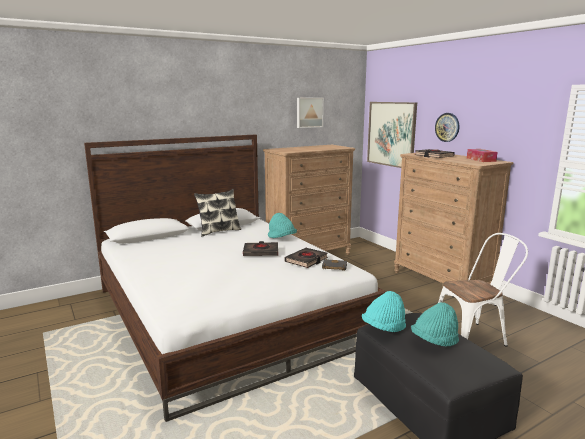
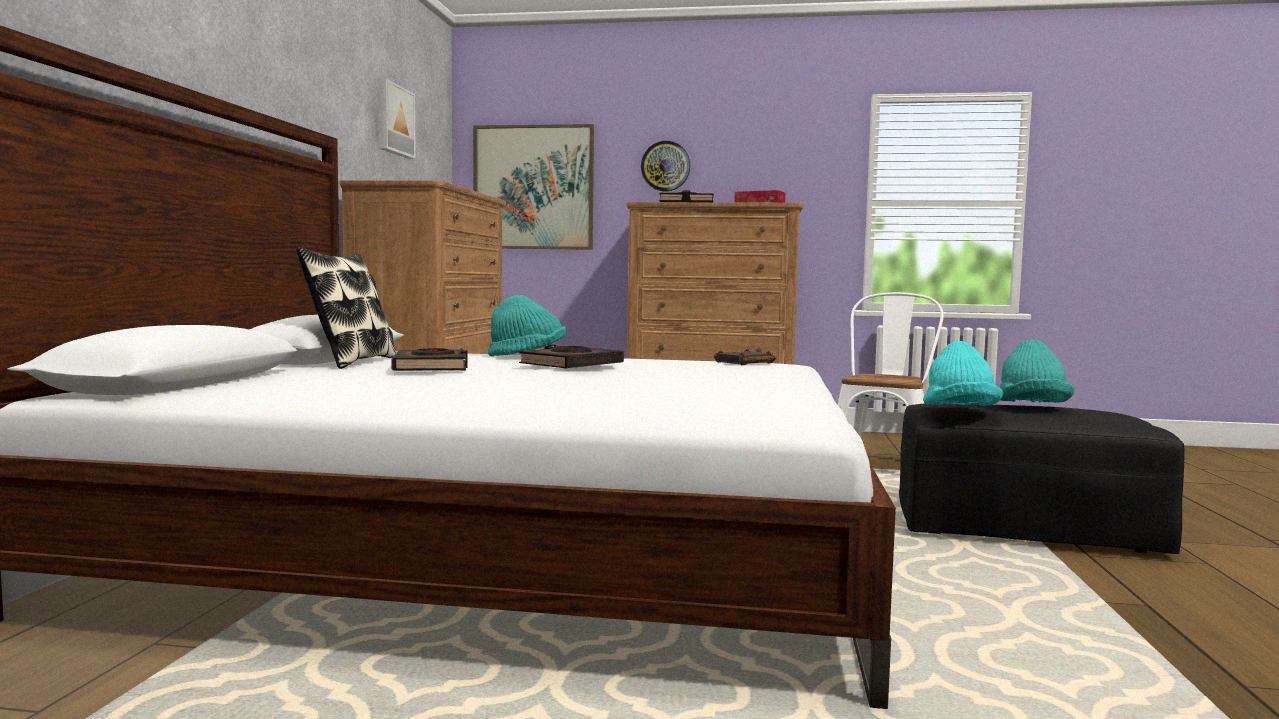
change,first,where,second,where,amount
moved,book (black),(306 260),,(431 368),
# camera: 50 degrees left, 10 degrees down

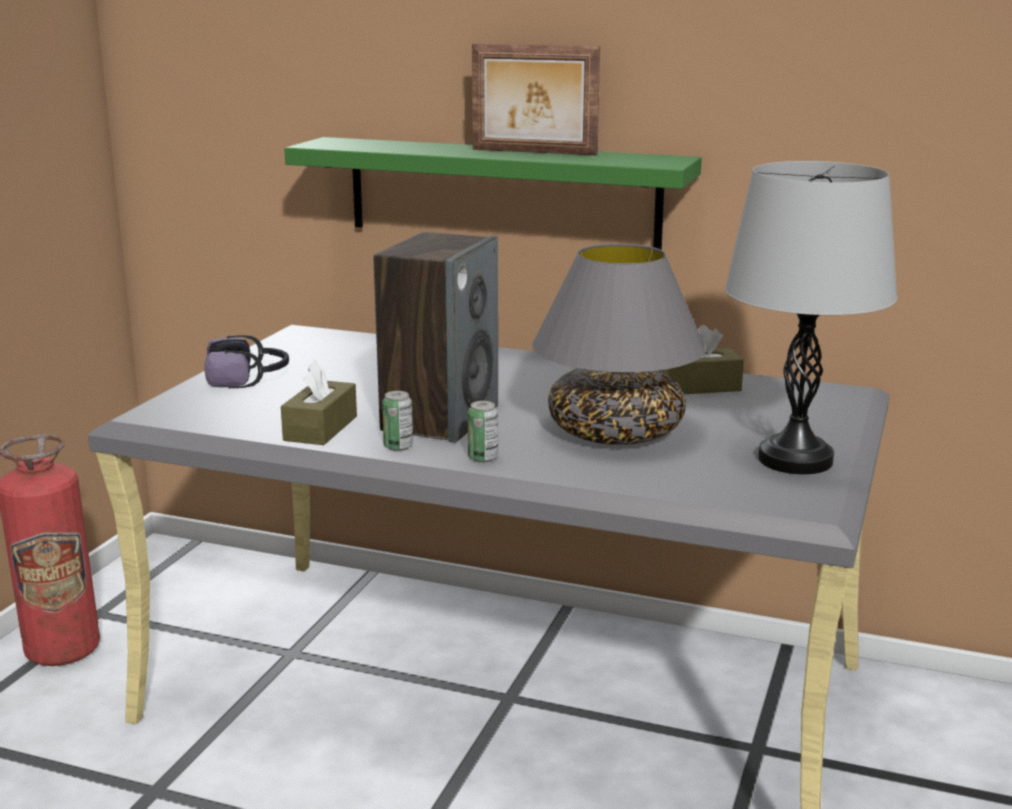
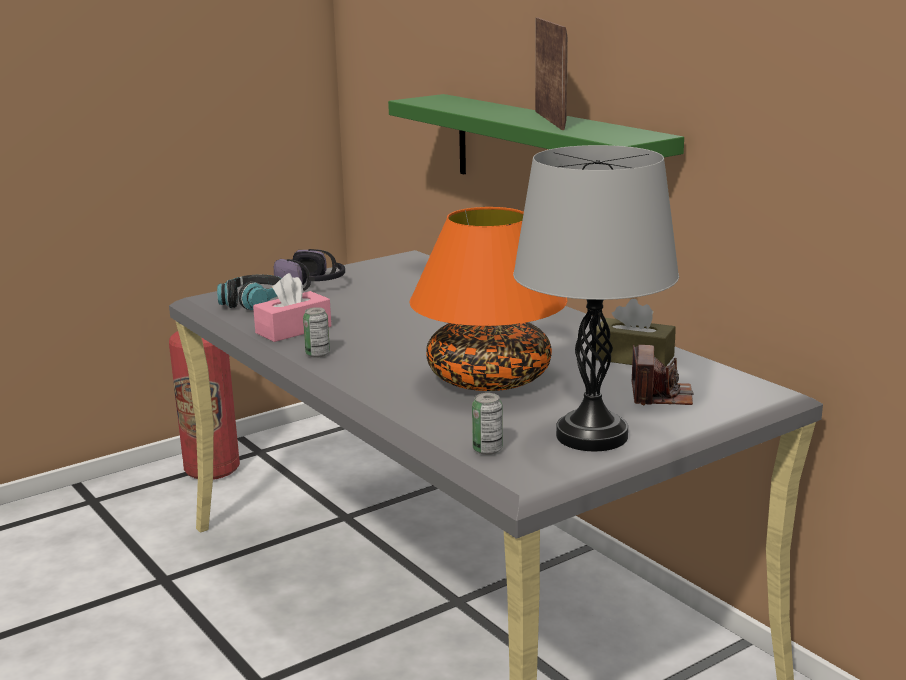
change,first,where,second,where,amount
added,,,headphones,(253 302),
recoloured,tissue box (brown),(320 428),tissue box (pink),(293 330),
recoloured,table lamp (grey),(616 433),table lamp (orange),(489 380),
moved,can,(483 458),,(487 450),
turned,picture frame,(533 152),,(551 120),150 degrees counterclockwise
added,,,photo camera,(661 396),
removed,speaker,(440 418),,,
# camera: 35 degrees right, 0 degrees up

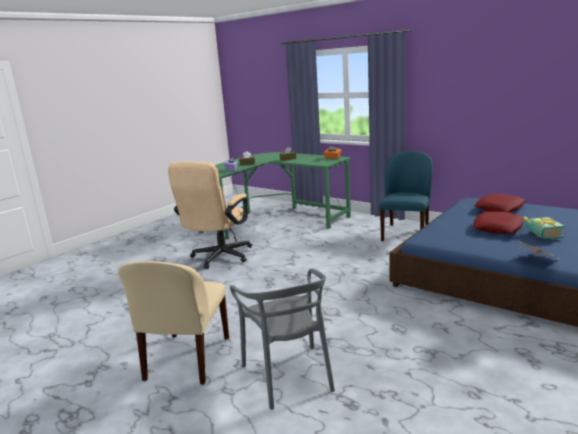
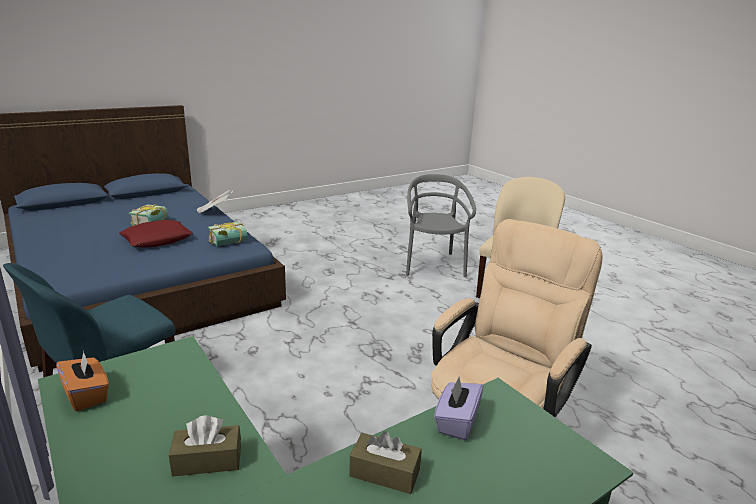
change,first,where,second,where,amount
added,,,book,(229 243),
removed,pillow (red),(499 208),,,
# camera: 165 degrees left, 5 degrees up

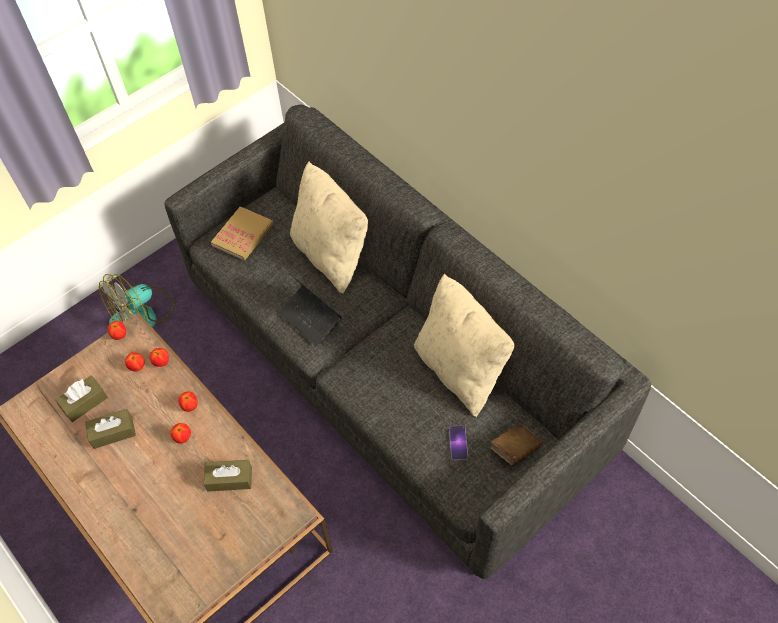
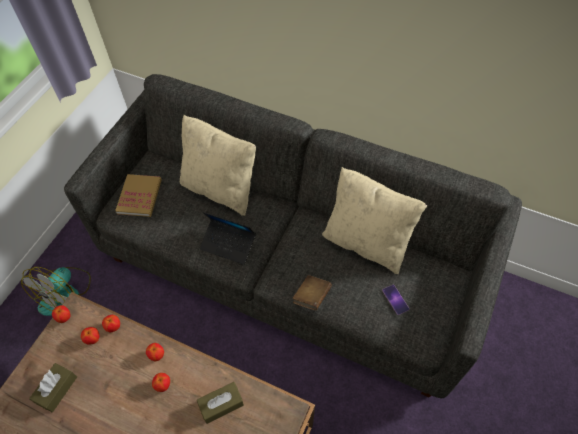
change,first,where,second,where,amount
moved,book (brown),(515 449),,(311 297),
removed,tissue box (brown),(113 432),,,
# camera: 25 degrees left, 0 degrees up

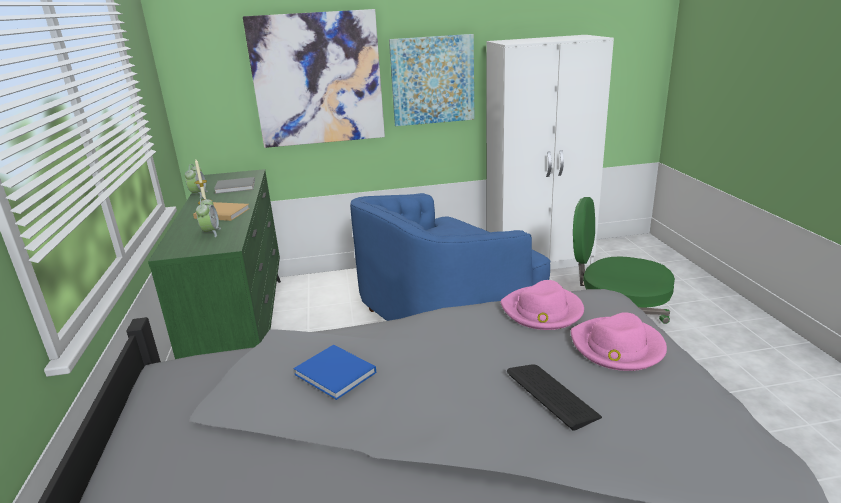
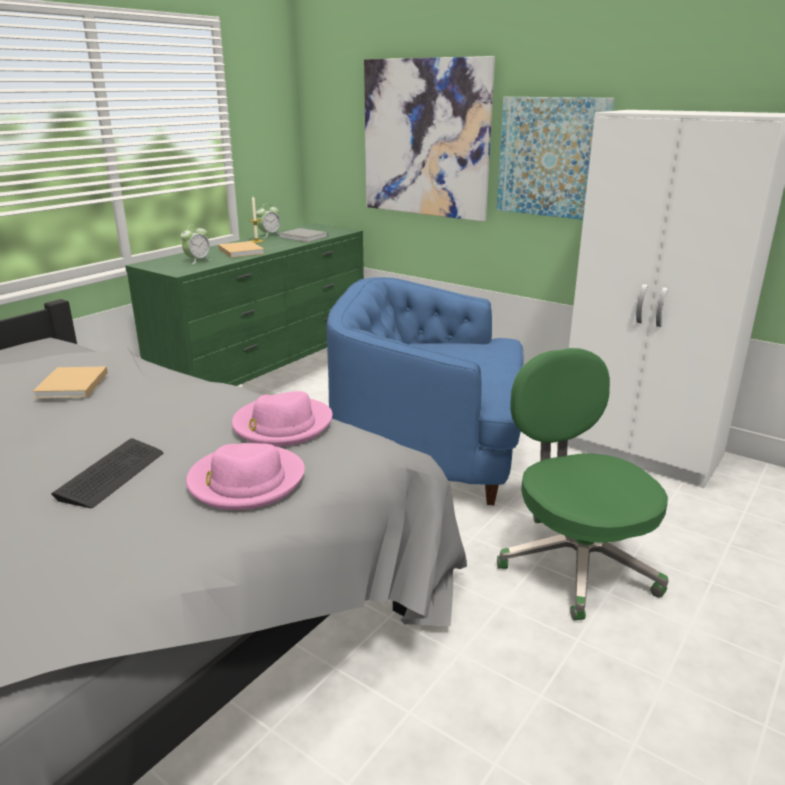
change,first,where,second,where,amount
recoloured,book (blue),(336 374),book (beige),(71 386),
# camera: 45 degrees right, 0 degrees up

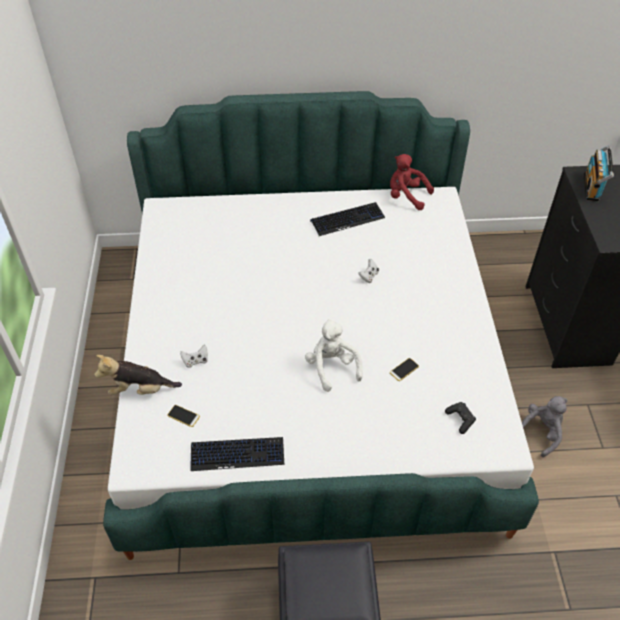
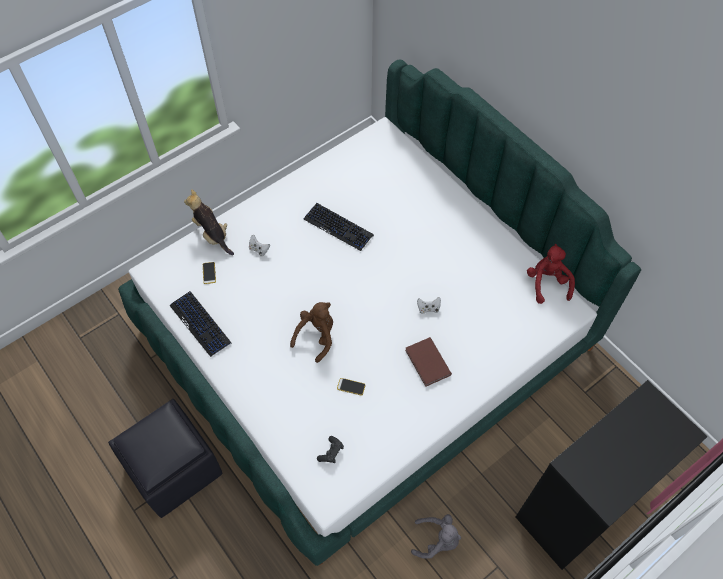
change,first,where,second,where,amount
recoloured,plush toy (white),(332 367),plush toy (brown),(316 337),
moved,keyboard,(347 220),,(338 227),
added,,,book (brown),(427 363),
removed,radio,(593 187),,,
# camera: 55 degrees right, 10 degrees up

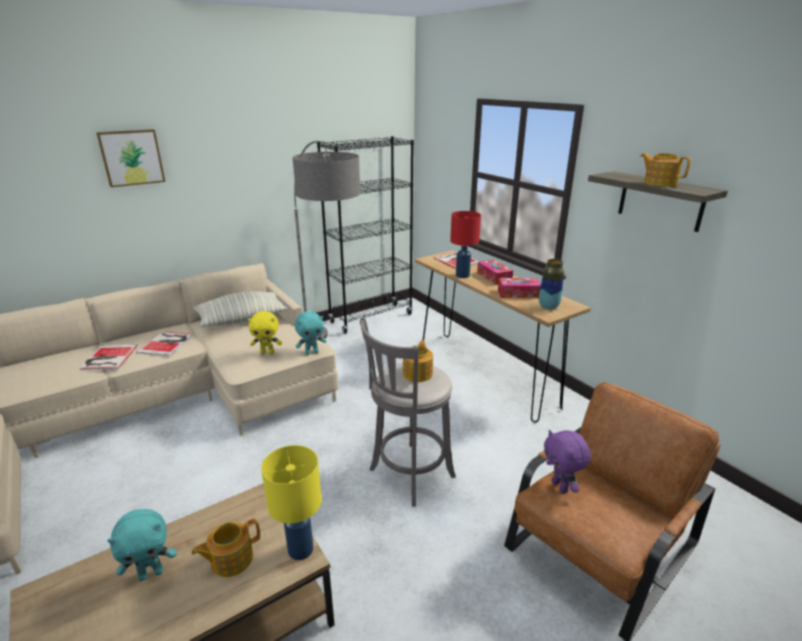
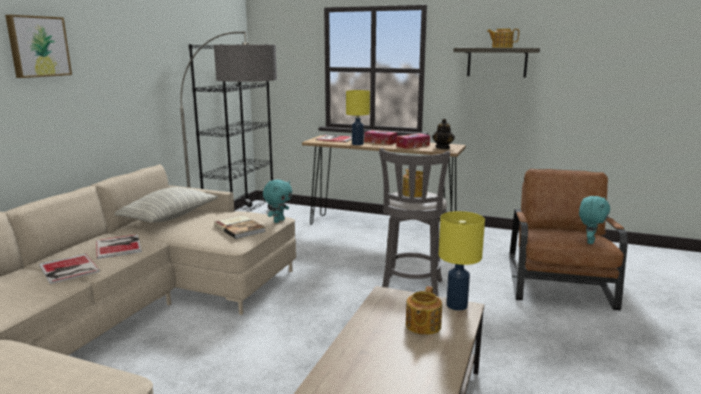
change,first,where,second,where,amount
replaced,plush toy (yellow),(267 352),book,(240 228),
recoloured,table lamp (red),(462 275),table lamp (yellow),(357 144),
replaced,vase,(548 307),teapot,(443 148),
moved,plush toy (turquoise),(151 573),,(589 241),
removed,plush toy (purple),(560 487),,,
# camera: 35 degrees left, 10 degrees down

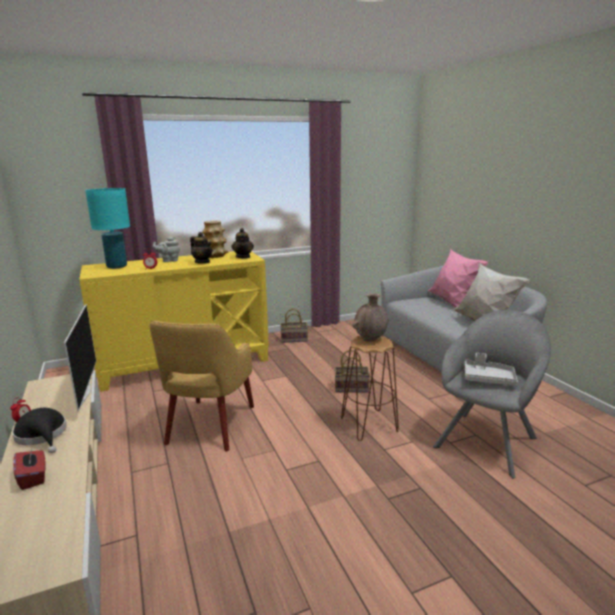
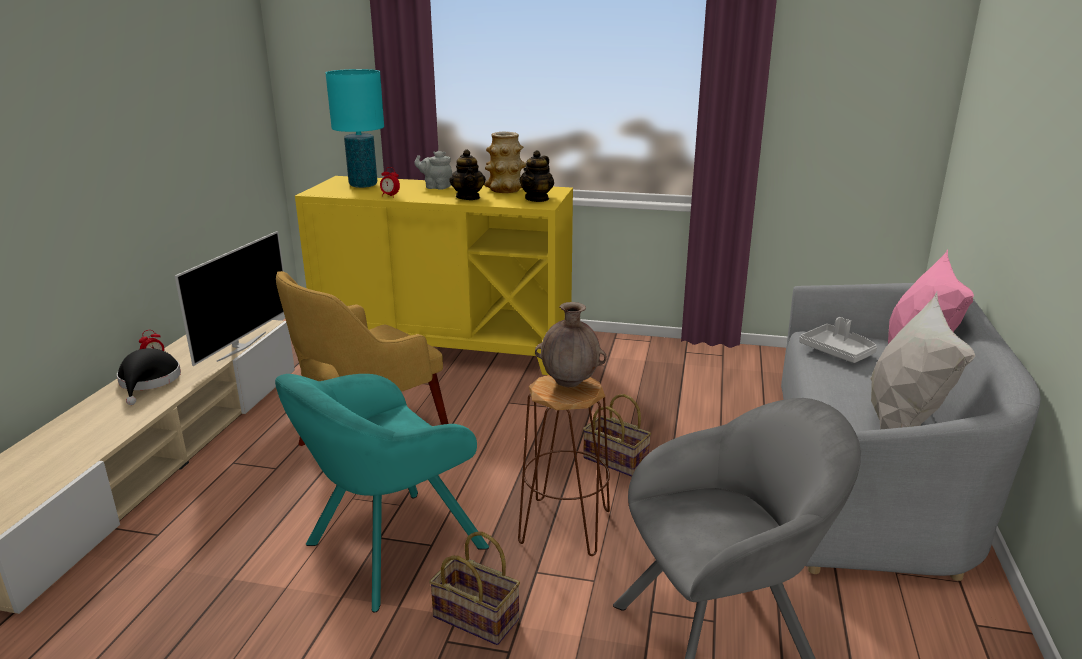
change,first,where,second,where,amount
added,,,armchair (turquoise),(388 550),
moved,basket,(294 339),,(478 617),
moved,tray (grey),(488 379),,(837 351),
removed,tissue box (red),(33 477),,,
# camera: 35 degrees right, 5 degrees up

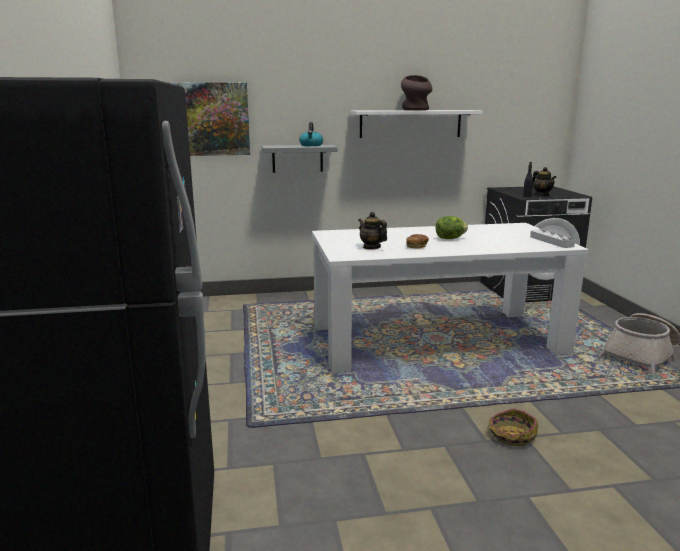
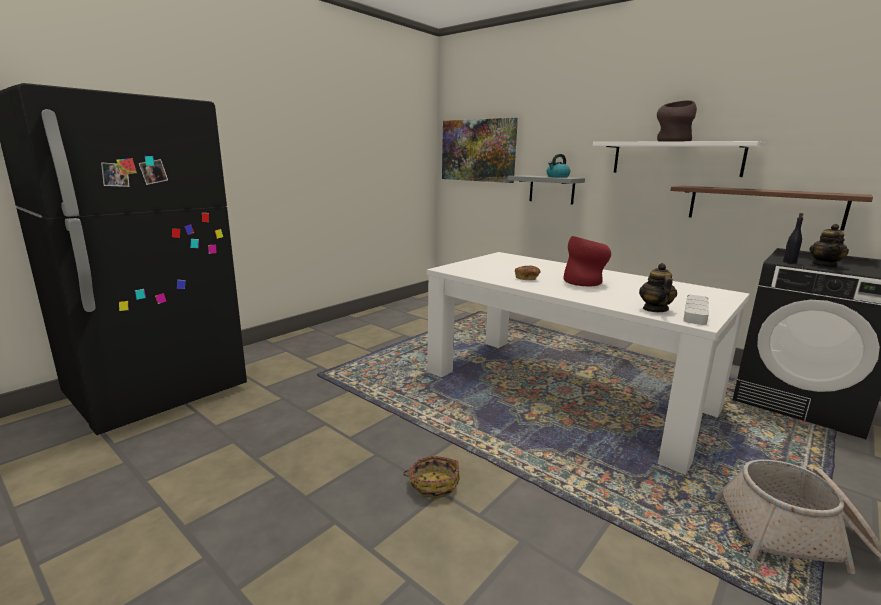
change,first,where,second,where,amount
replaced,lettuce,(450 239),vase (red),(585 282),
moved,teapot,(371 247),,(655 309),
added,,,shelf (brown),(763 206),
# camera: 50 degrees right, 0 degrees up

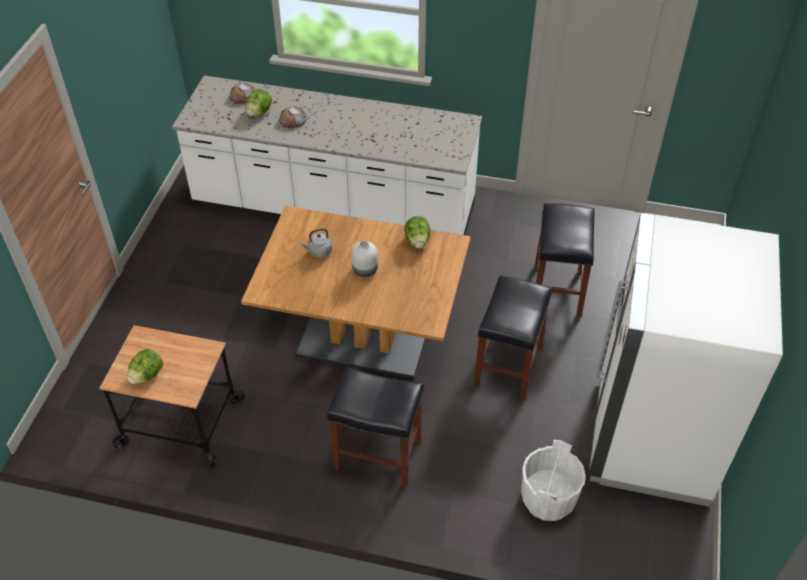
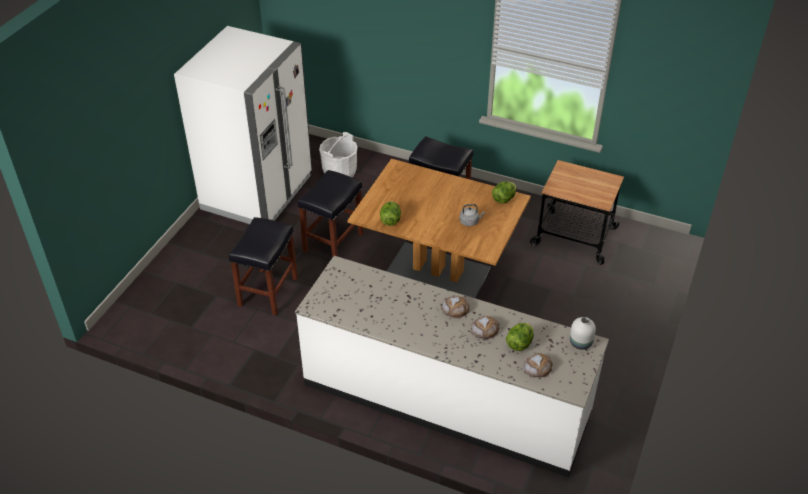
change,first,where,second,where,amount
added,,,bread,(455 309),
moved,lettuce,(147 375),,(503 199),
moved,vase (white),(365 270),,(580 342),
# camera: 170 degrees left, 5 degrees down

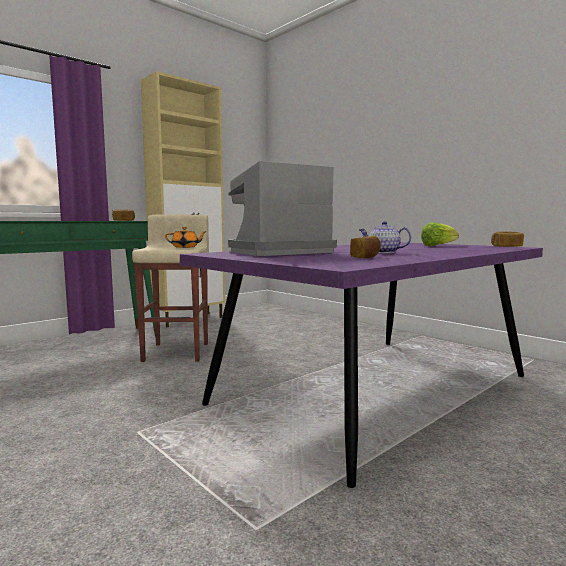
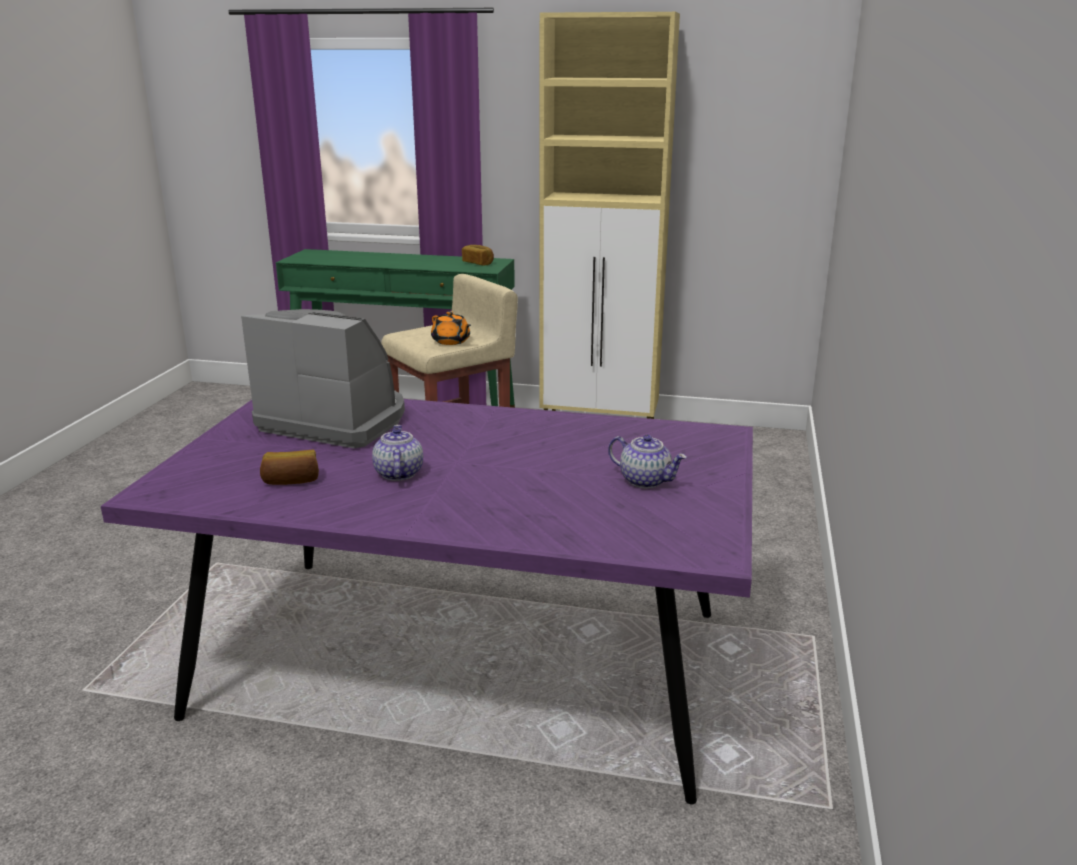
change,first,where,second,where,amount
replaced,lettuce,(438 246),teapot,(646 480),
removed,bread,(506 246),,,
# camera: 55 degrees right, 15 degrees up

